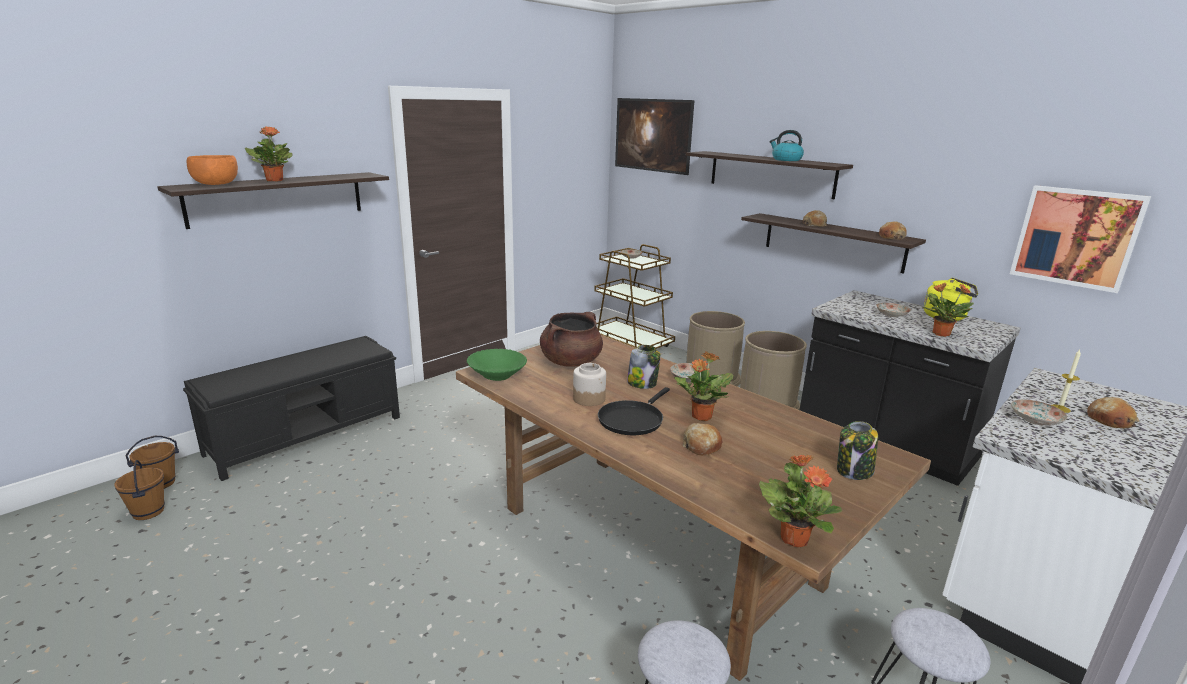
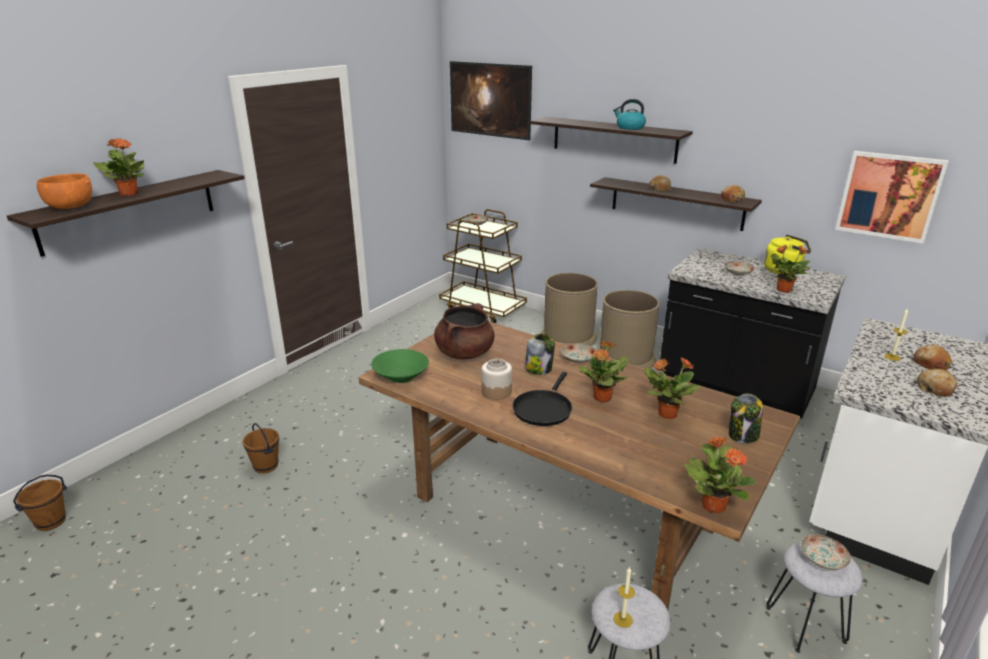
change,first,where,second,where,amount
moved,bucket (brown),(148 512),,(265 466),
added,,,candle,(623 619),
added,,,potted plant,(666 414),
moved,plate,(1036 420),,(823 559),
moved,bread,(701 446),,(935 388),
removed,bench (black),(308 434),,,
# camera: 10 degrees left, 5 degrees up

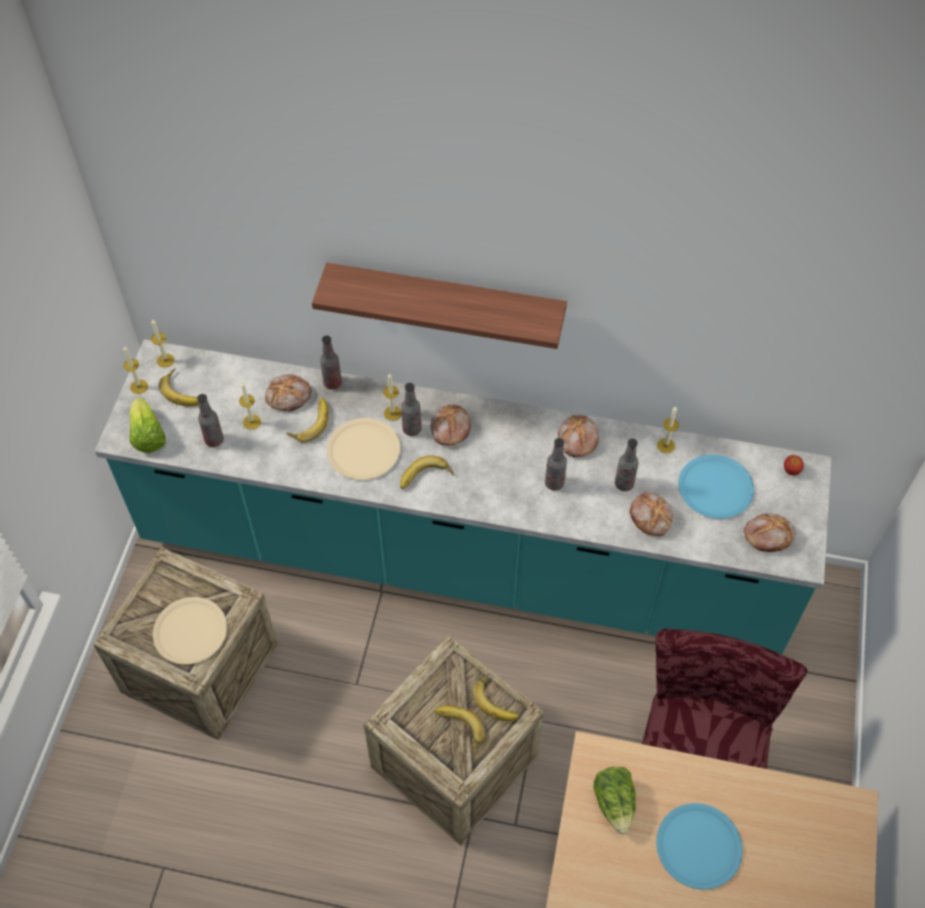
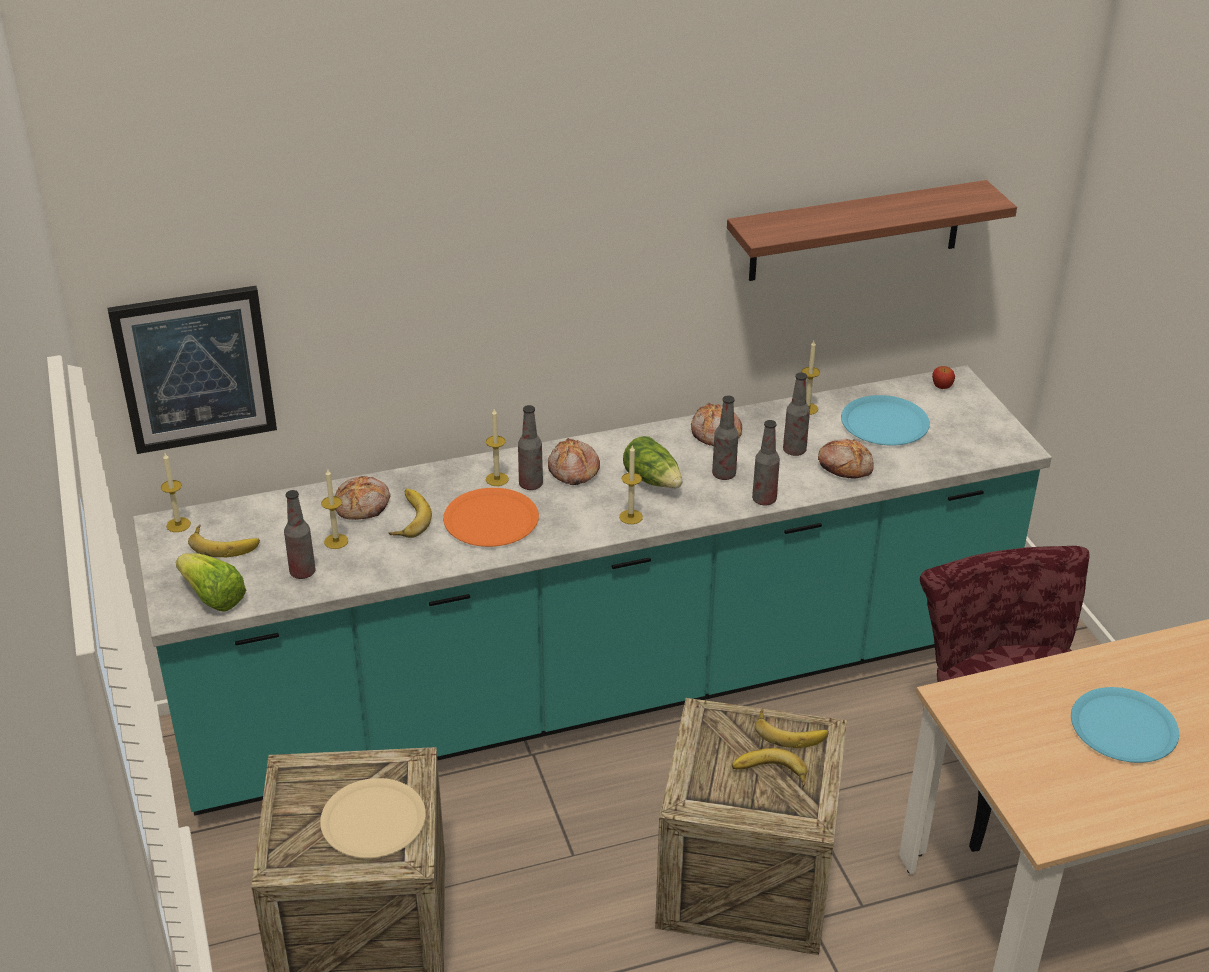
change,first,where,second,where,amount
added,,,picture,(195 369),
recoloured,plate (beige),(363 450),plate (orange),(491 519),
moved,candle,(139 386),,(631 517),
moved,lettuce,(615 802),,(653 481),
moved,shelf,(445 301),,(856 231),
moved,bottle,(332 383),,(764 500),
removed,banana,(425 478),,,
removed,bread,(767 535),,,
# camera: 30 degrees left, 20 degrees down

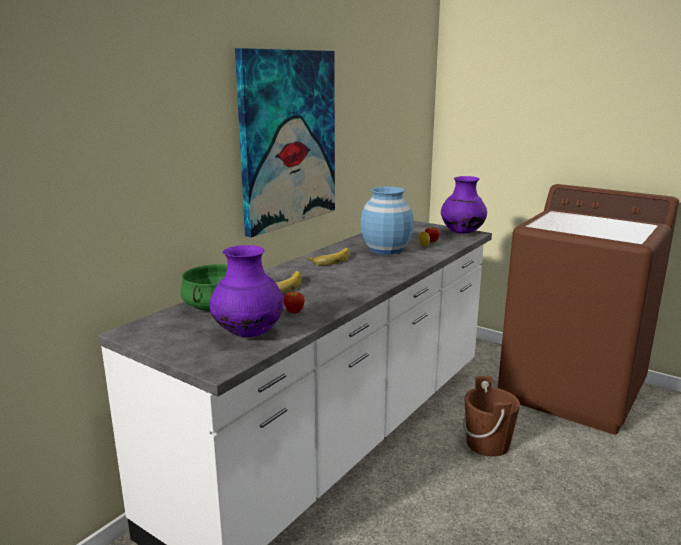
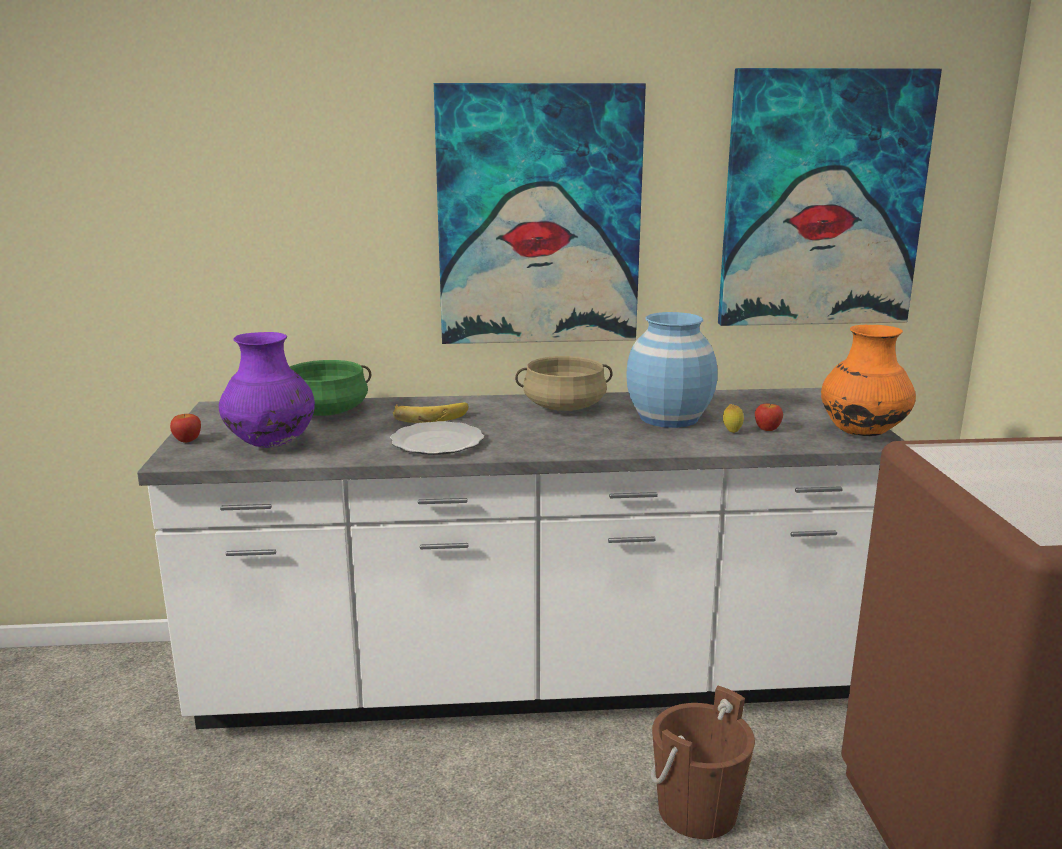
change,first,where,second,where,amount
moved,apple,(294 311),,(187 440),
added,,,plate,(438 442),
replaced,banana,(330 259),cooking pot (beige),(564 407),
added,,,picture,(822 200),
recoloured,vase (purple),(462 232),vase (orange),(862 433),
# camera: 50 degrees right, 0 degrees up

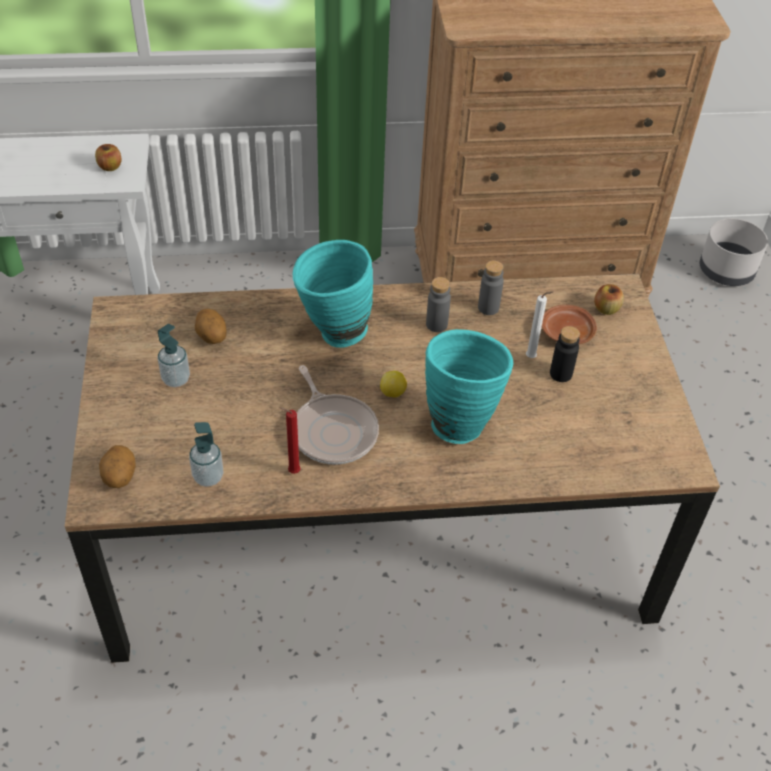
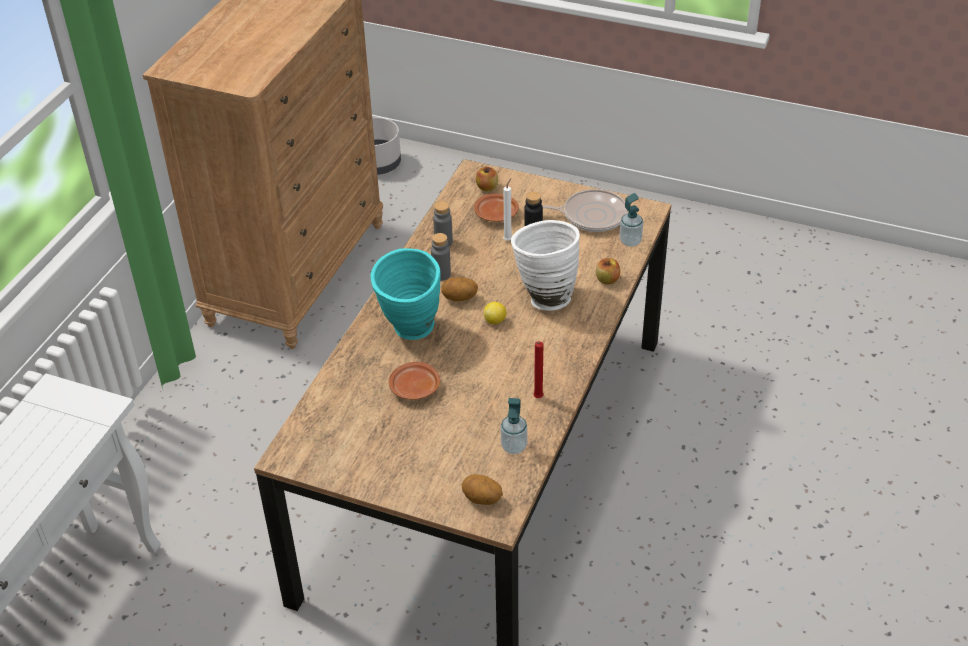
change,first,where,second,where,amount
added,,,plate (brown),(414 388),
moved,potato,(211 337),,(459 299),
recoloured,vase (turquoise),(460 420),vase (white),(544 296),
moved,frying pan,(333 430),,(591 215),
moved,apple,(110 167),,(607 280),
moved,soap dispenser,(176 379),,(630 241),
# camera: 60 degrees left, 5 degrees down

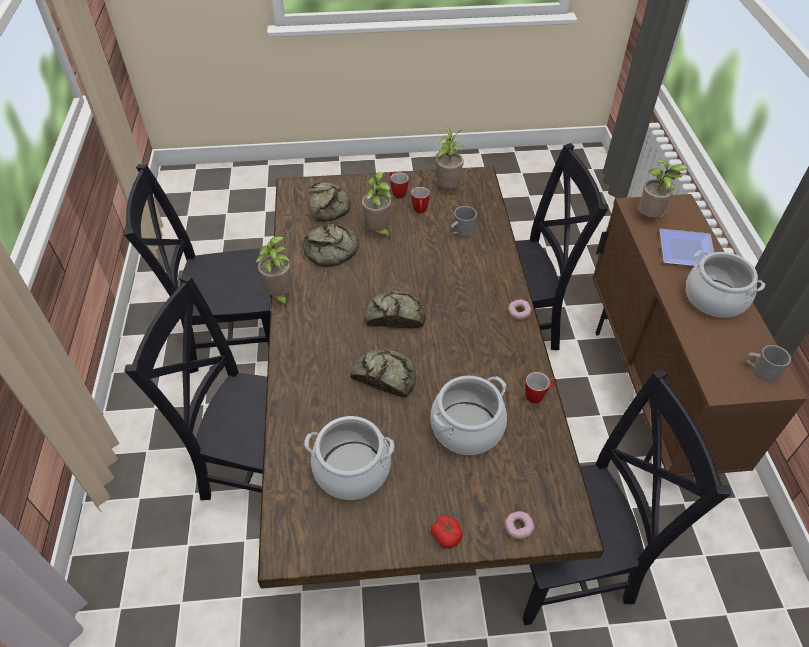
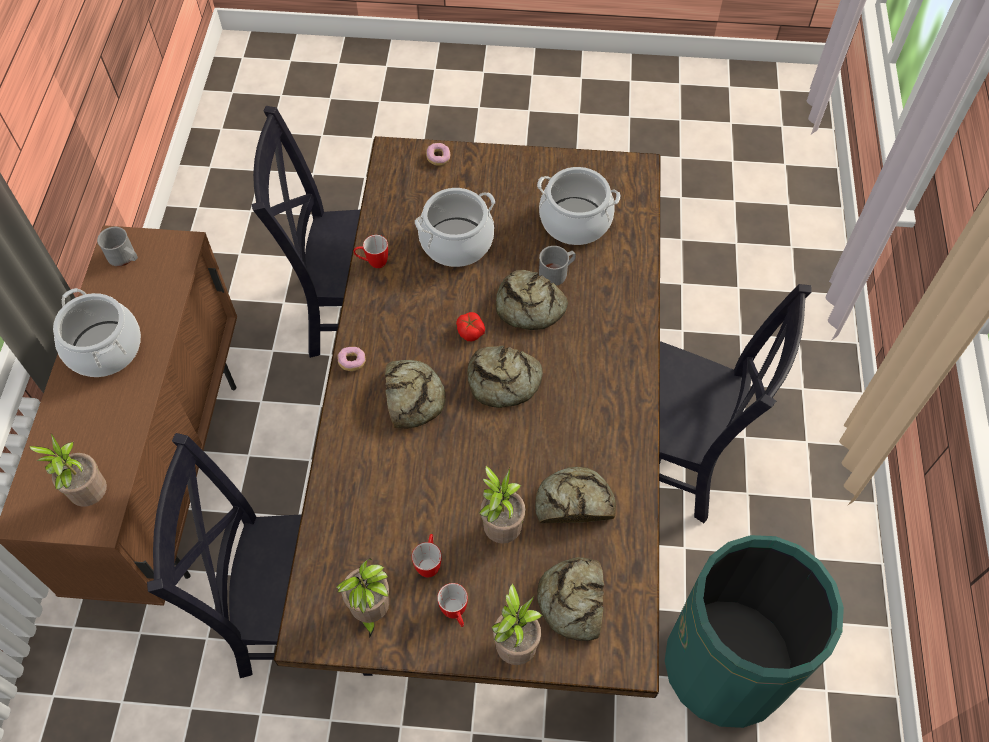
change,first,where,second,where,amount
added,,,bread,(412 396),
moved,tomato,(446 535),,(470 331),
moved,potted plant,(280 296),,(515 646),
moved,mug (grey),(461 232),,(557 272),
replaced,chair (black),(231 336),trash can (green),(726 666),
removed,plate,(688 249),,,
# camera: 170 degrees left, 10 degrees up

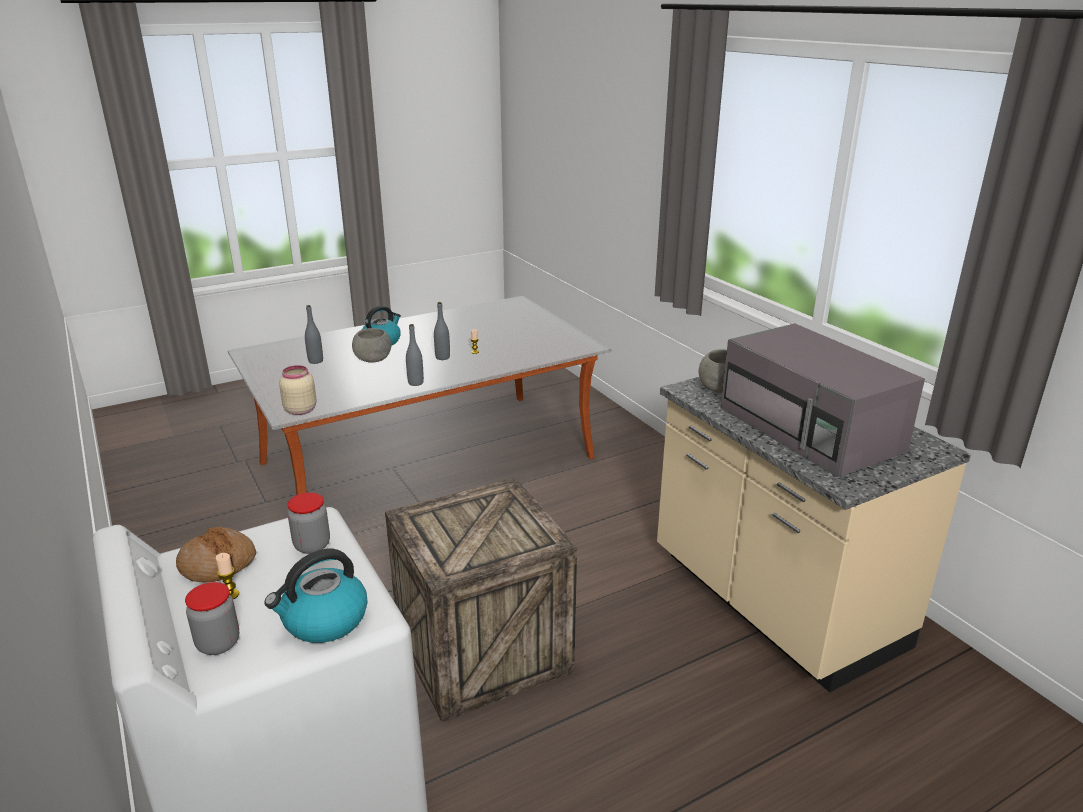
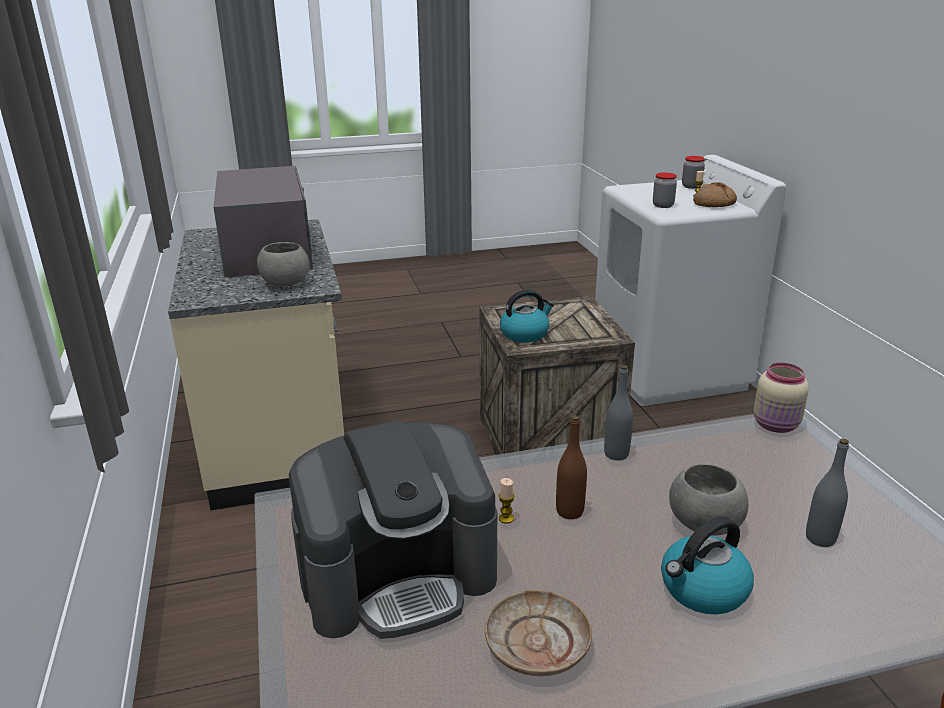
change,first,where,second,where,amount
added,,,coffee machine,(398 575),
added,,,plate (beige),(537 644),
moved,kettle,(324 621),,(525 334),
recoloured,bottle (grey),(442 357),bottle (brown),(569 511),
# camera: 165 degrees left, 0 degrees up

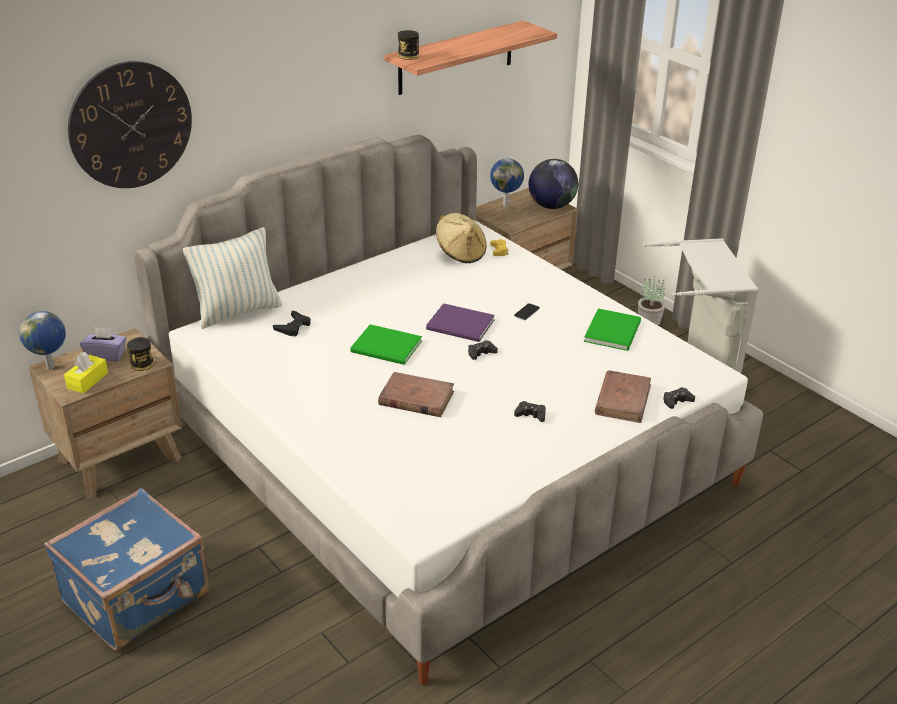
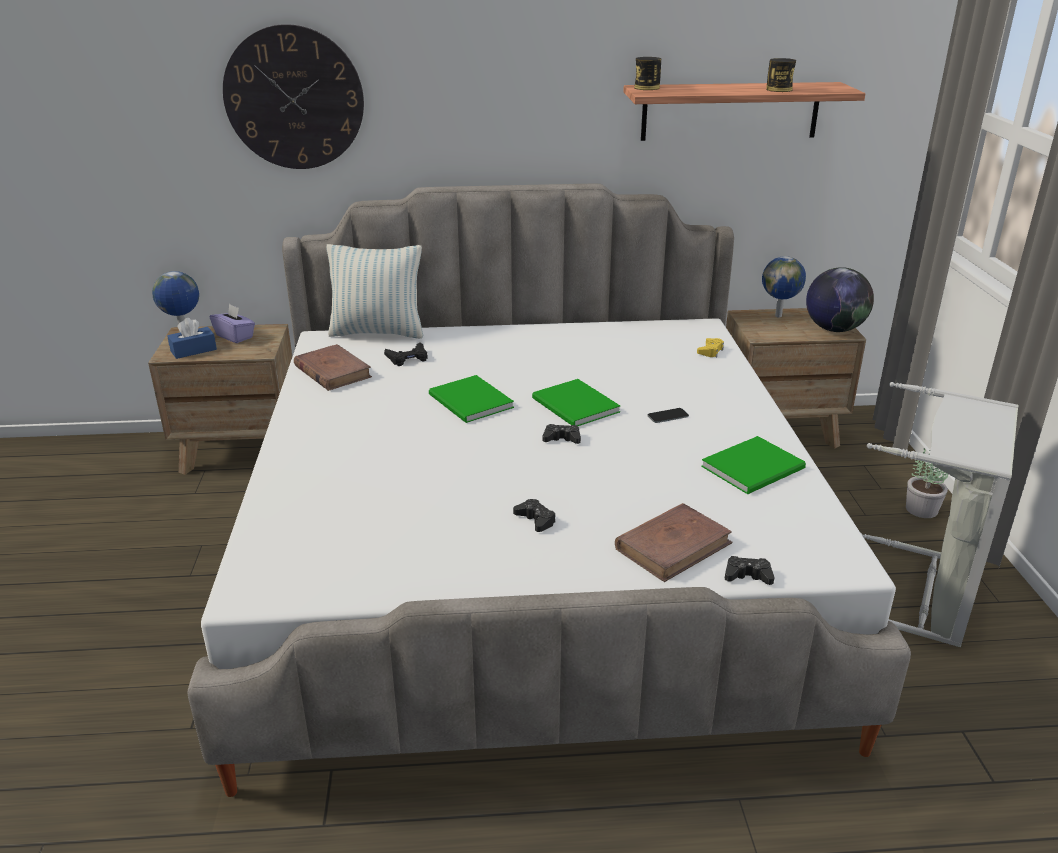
change,first,where,second,where,amount
recoloured,tissue box (yellow),(87 380),tissue box (blue),(193 350),
moved,book (brown),(416 398),,(332 371),
recoloured,book (purple),(461 326),book (green),(575 407),
moved,can,(142 364),,(779 89),
removed,suitcase (blue),(138 598),,,
removed,hat (beige),(460 253),,,
# camera: 35 degrees right, 5 degrees down

